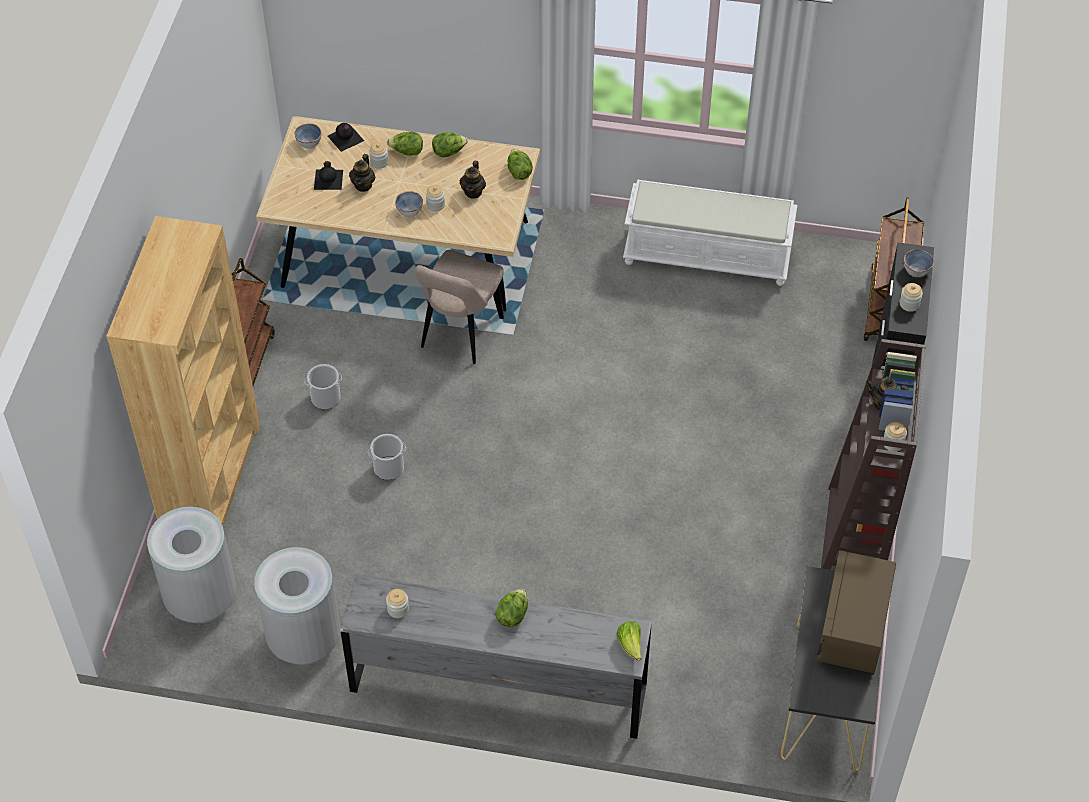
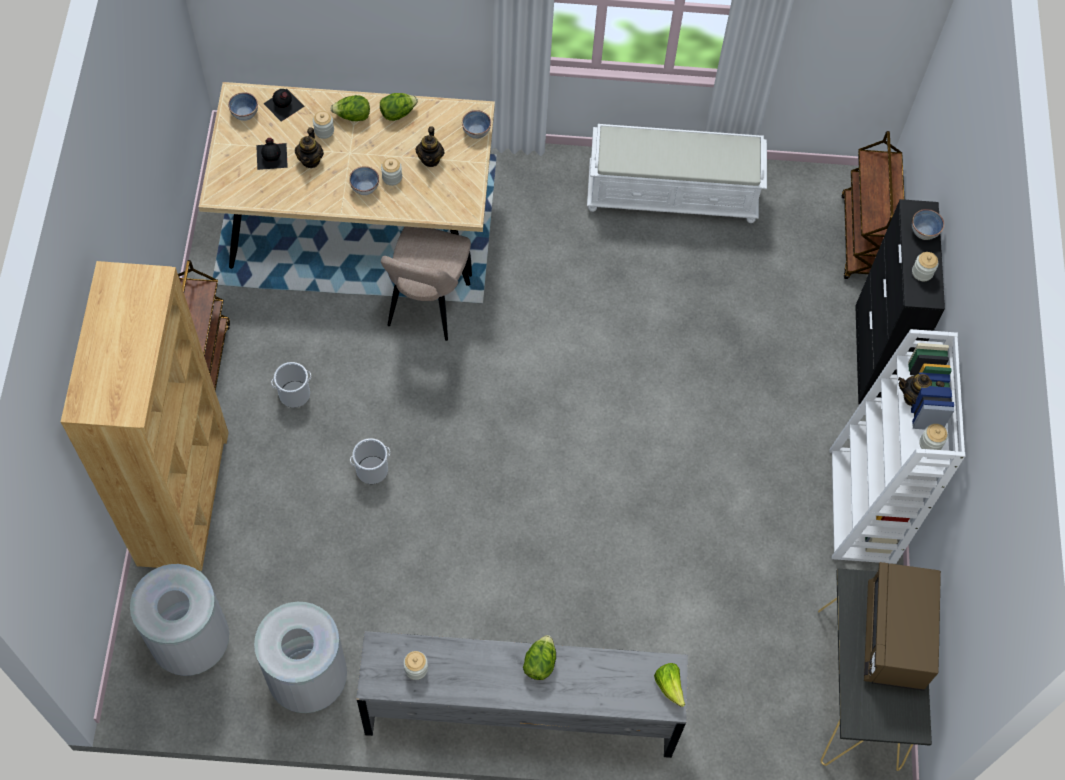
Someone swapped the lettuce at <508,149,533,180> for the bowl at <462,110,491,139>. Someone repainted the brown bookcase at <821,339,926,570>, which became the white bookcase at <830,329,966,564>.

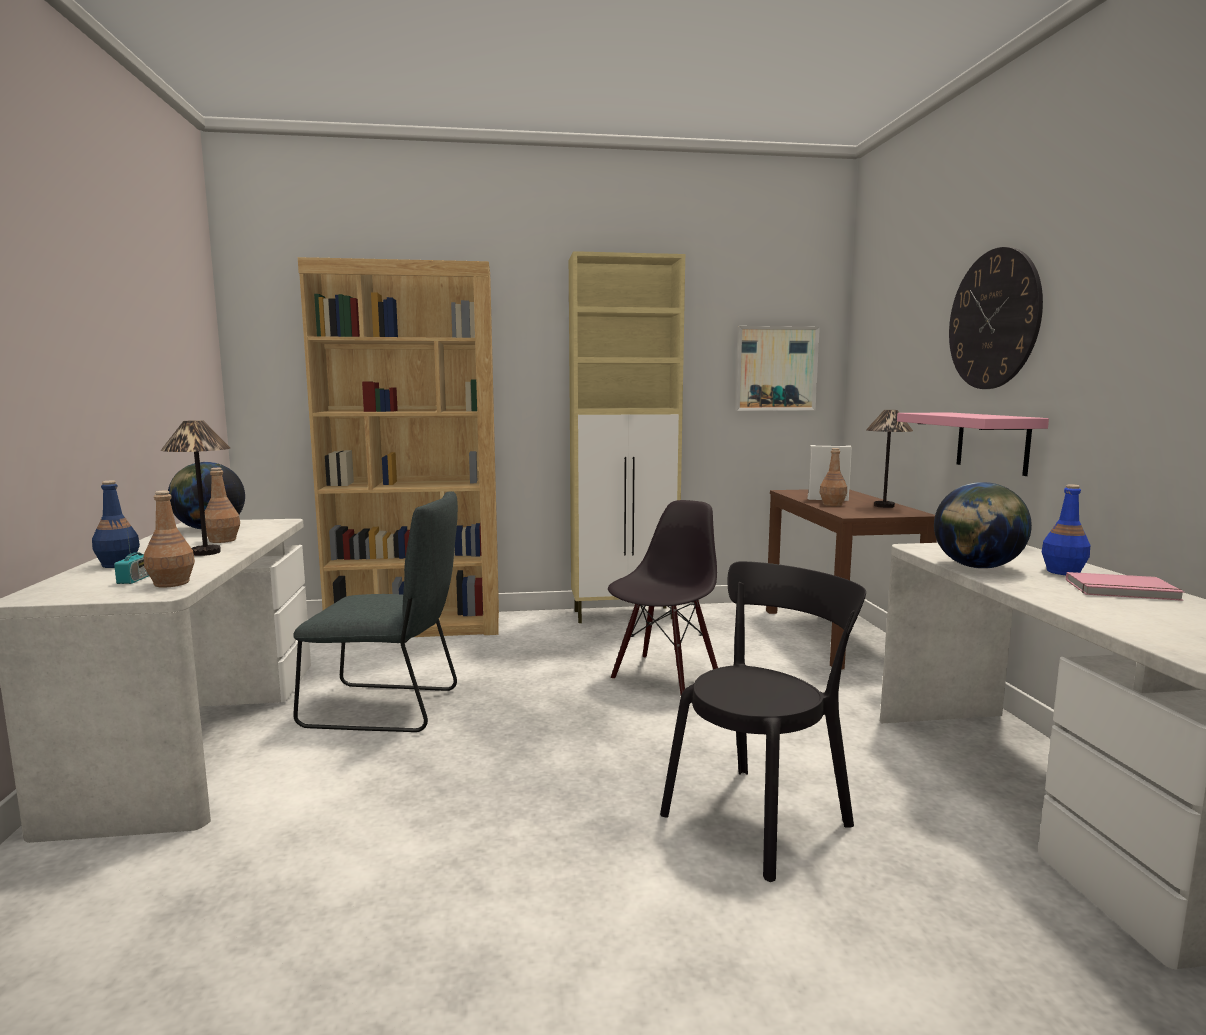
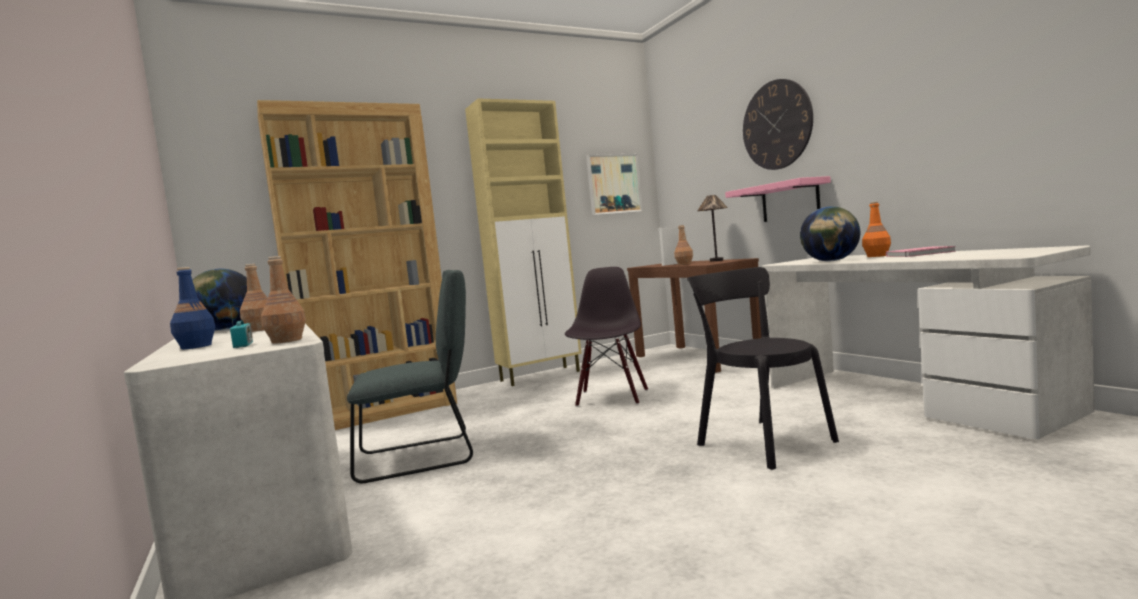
Someone took away the table lamp at <160,420,230,556>. Someone repainted the blue bottle at <1042,484,1090,575>, which became the orange bottle at <862,201,891,257>. Someone rotated the black chair at <660,561,866,882> by 60 degrees counterclockwise.

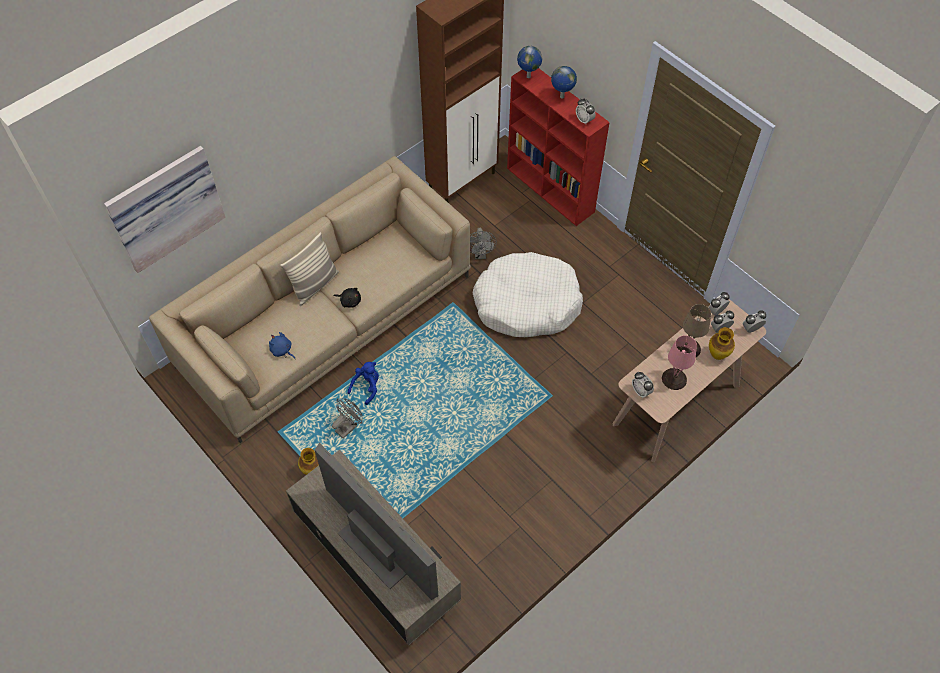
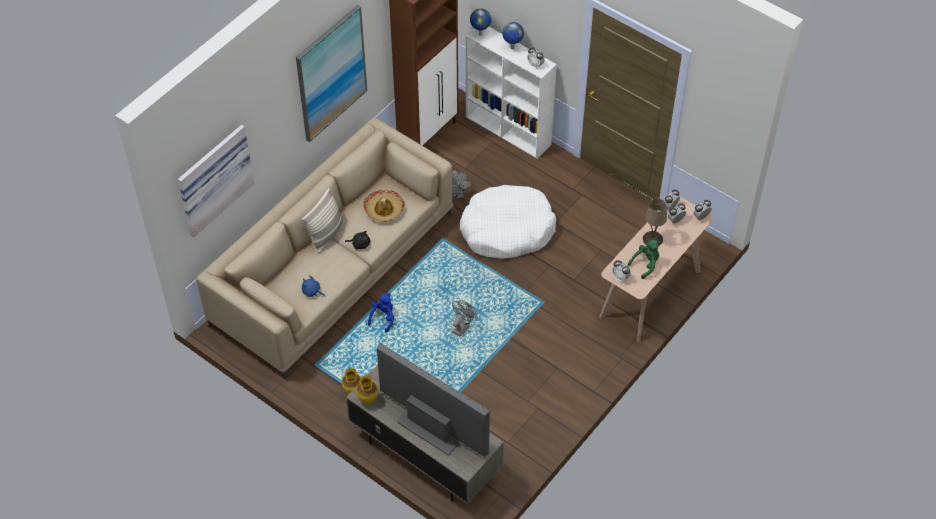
Someone repainted the red bookcase at <507,68,610,226>, which became the white bookcase at <466,27,557,159>. Someone carried the vase from <709,327,735,360> to <356,375,378,404>. Someone swapped the pink table lamp at <662,335,697,390> for the green plush toy at <628,240,661,279>. Someone carried the grey fan from <332,398,363,438> to <452,300,478,337>. Someone put up the picture at <296,5,367,142>. Someone put down the hat at <363,190,405,222>.

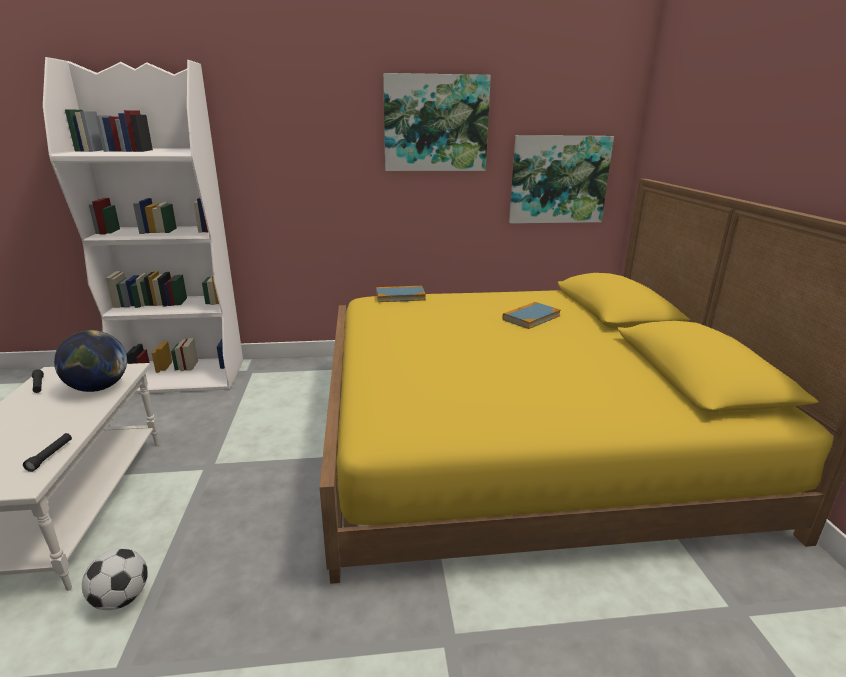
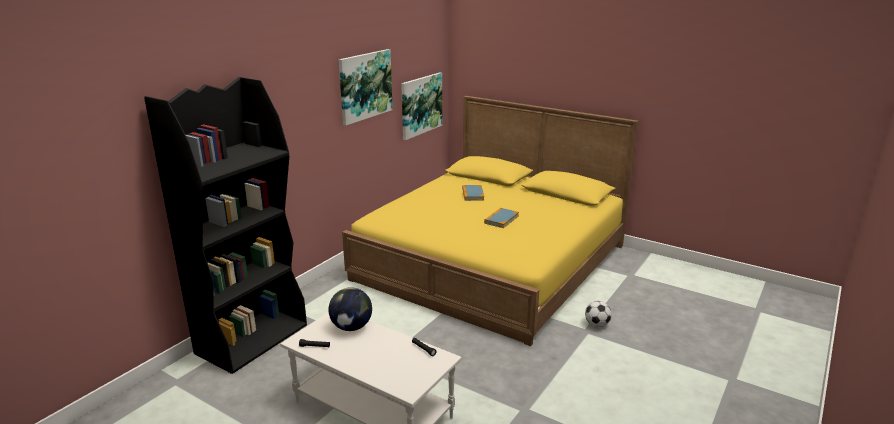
Someone repainted the white bookcase at <43,57,243,394>, which became the black bookcase at <144,77,307,374>. Someone carried the book from <376,286,426,302> to <484,208,519,228>. Someone carried the football from <82,548,148,610> to <585,301,612,327>.

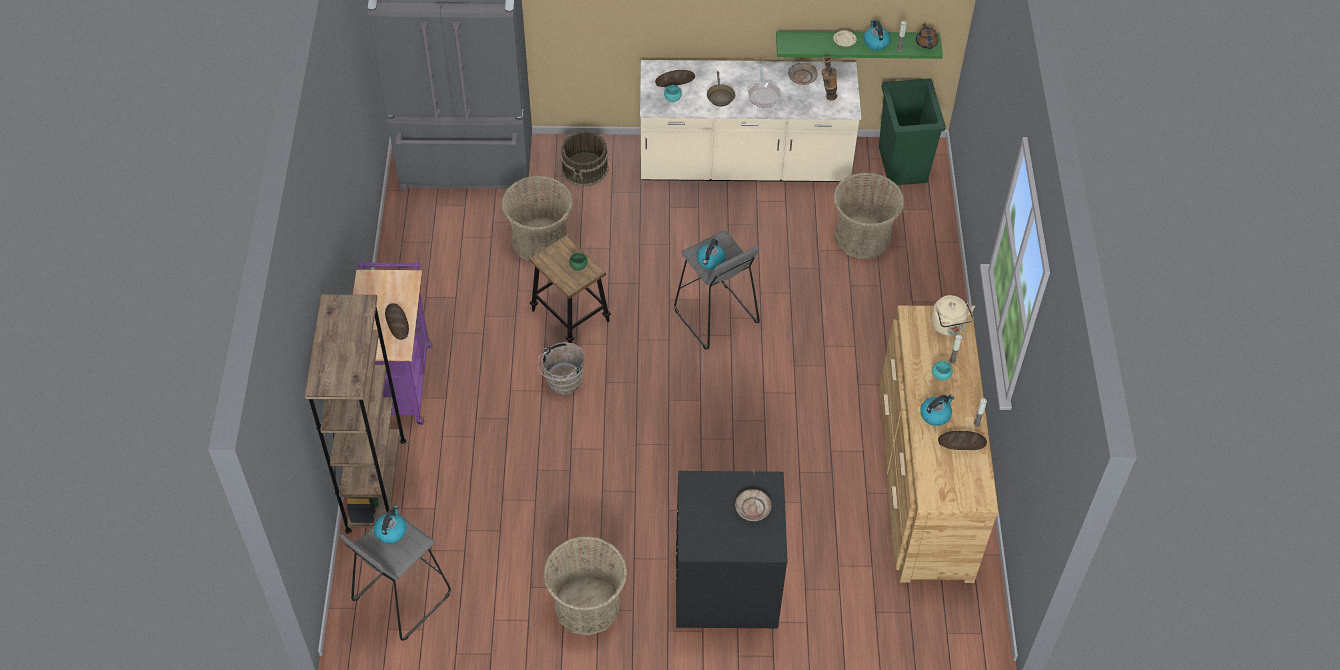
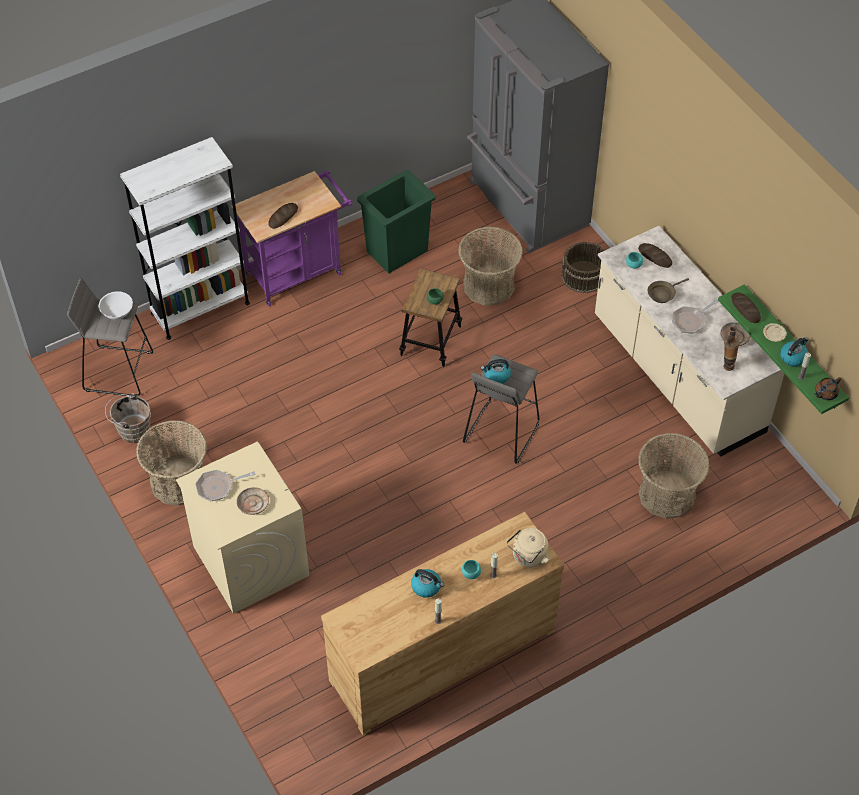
Someone carried the green trash can from <879,78,946,186> to <357,170,436,274>. Someone repainted the brown bookcase at <305,294,406,534>, which became the white bookcase at <120,137,250,340>. Someone carried the brown bucket from <537,342,585,395> to <105,393,151,443>. Someone carried the bread from <938,431,987,450> to <731,292,761,323>. Someone repainted the black washing machine at <676,471,788,628>, which became the beige washing machine at <176,441,309,614>. Someone swapped the kettle at <374,505,406,544> for the white bowl at <99,291,133,320>. Someone put down the frying pan at <195,470,256,501>.

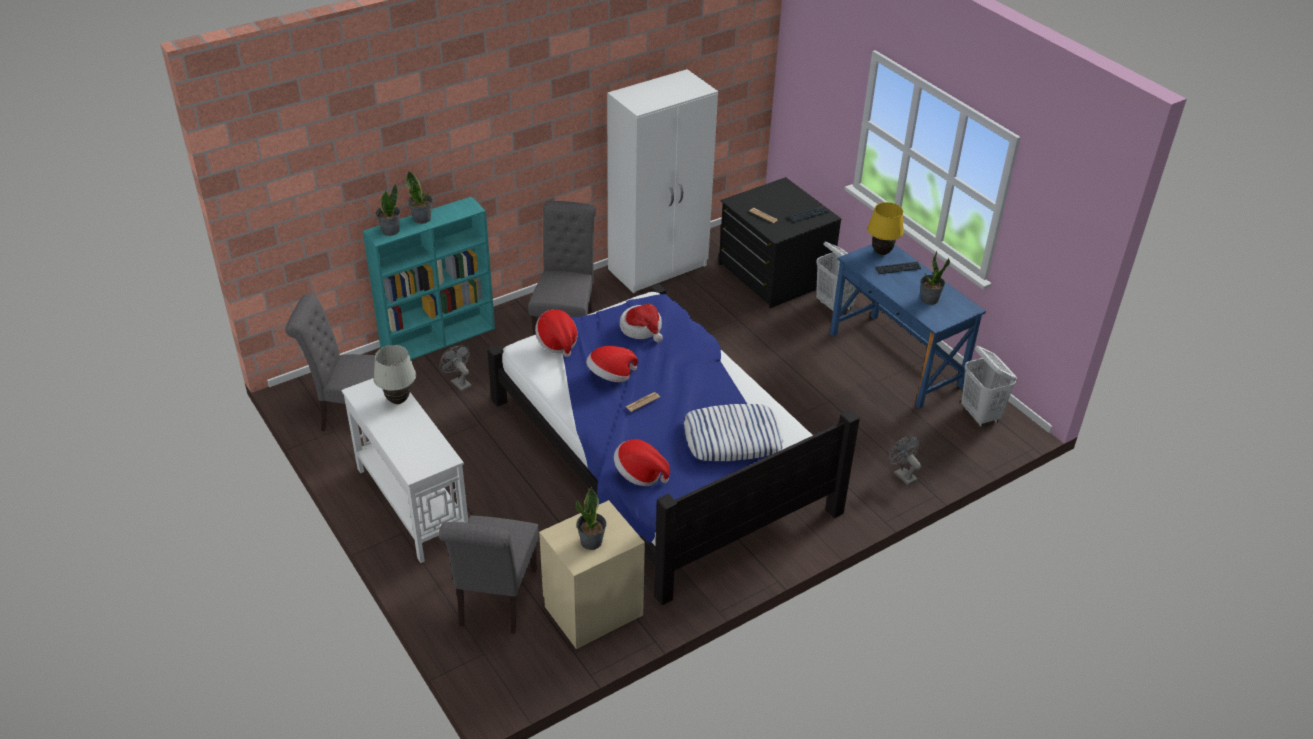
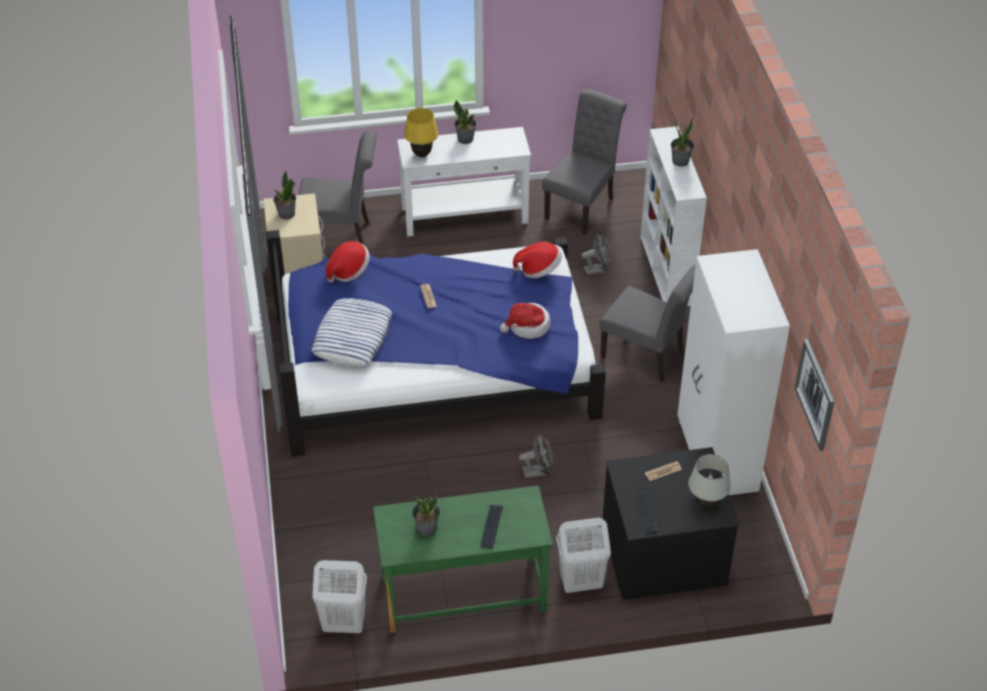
Someone carried the potted plant from <376,184,400,236> to <454,100,476,144>. Someone repainted the turquoise bookcase at <363,196,495,360>, which became the white bookcase at <640,126,707,306>. Someone carried the yellow table lamp from <867,202,904,255> to <404,108,438,157>. Someone repainted the blue desk at <830,244,986,409>, which became the green desk at <373,485,553,633>. Someone carried the white table lamp from <373,345,416,404> to <688,454,731,510>. Someone took away the hat at <586,346,638,382>. Someone carried the grey fan from <889,437,922,485> to <519,434,553,478>. Someone rotated the grey chair at <439,515,539,634> by 150 degrees clockwise. Someone put up the picture at <795,339,834,451>.

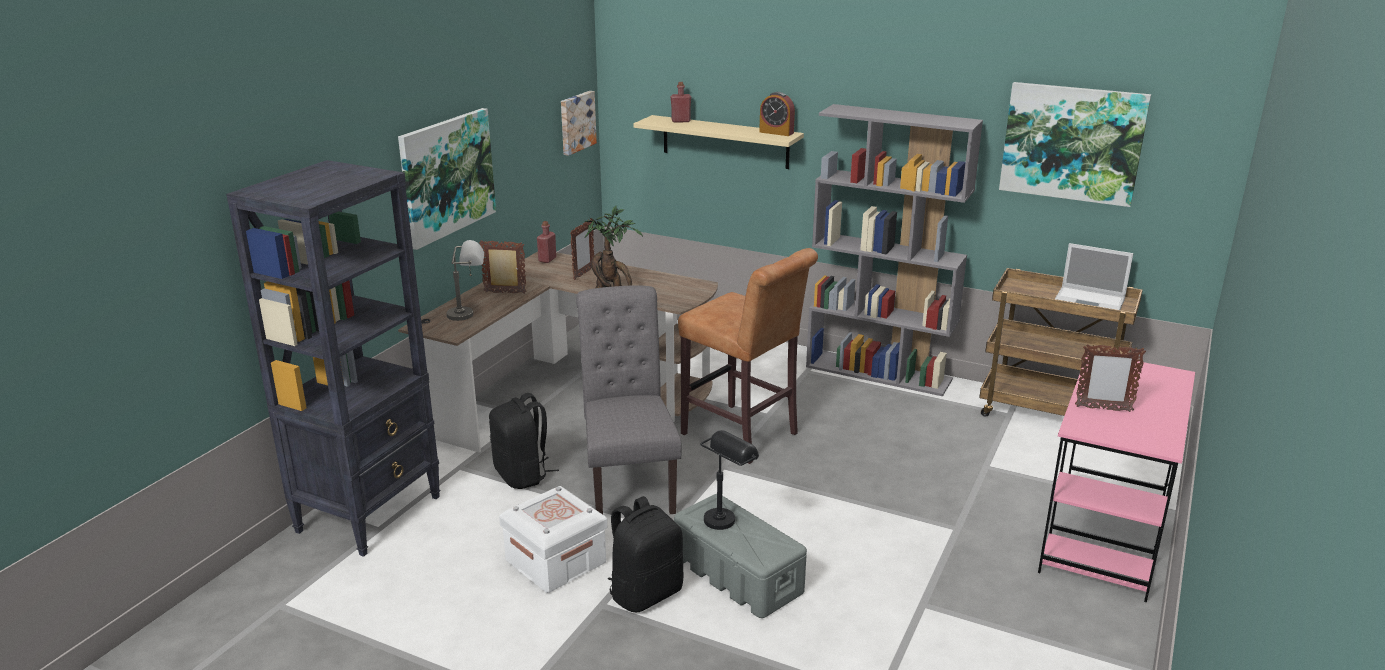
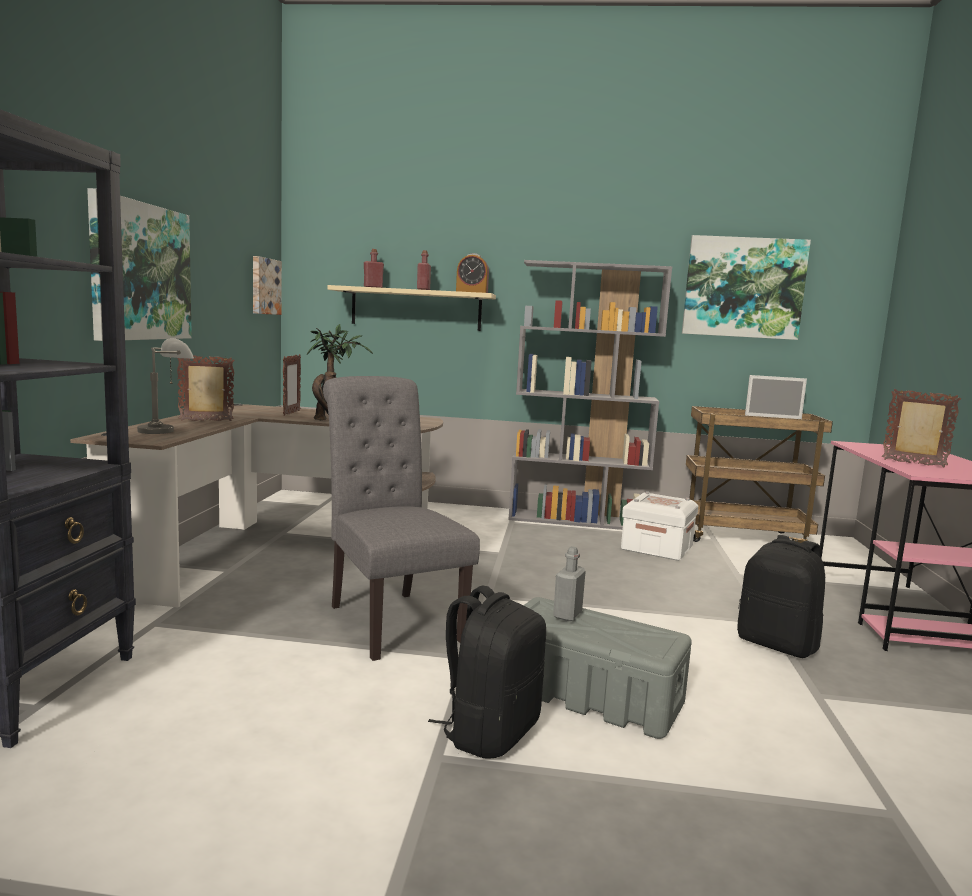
Someone carried the red bottle from <537,221,557,263> to <417,250,431,290>. Someone took away the brown stool at <678,248,818,464>. Someone rotated the picture frame at <1075,344,1146,412> by 135 degrees counterclockwise. Someone carried the black backpack from <489,393,559,489> to <737,535,825,658>. Someone swapped the black table lamp at <700,430,759,530> for the grey bottle at <553,546,586,621>. Someone carried the white storage box from <499,486,607,593> to <621,492,698,561>.

